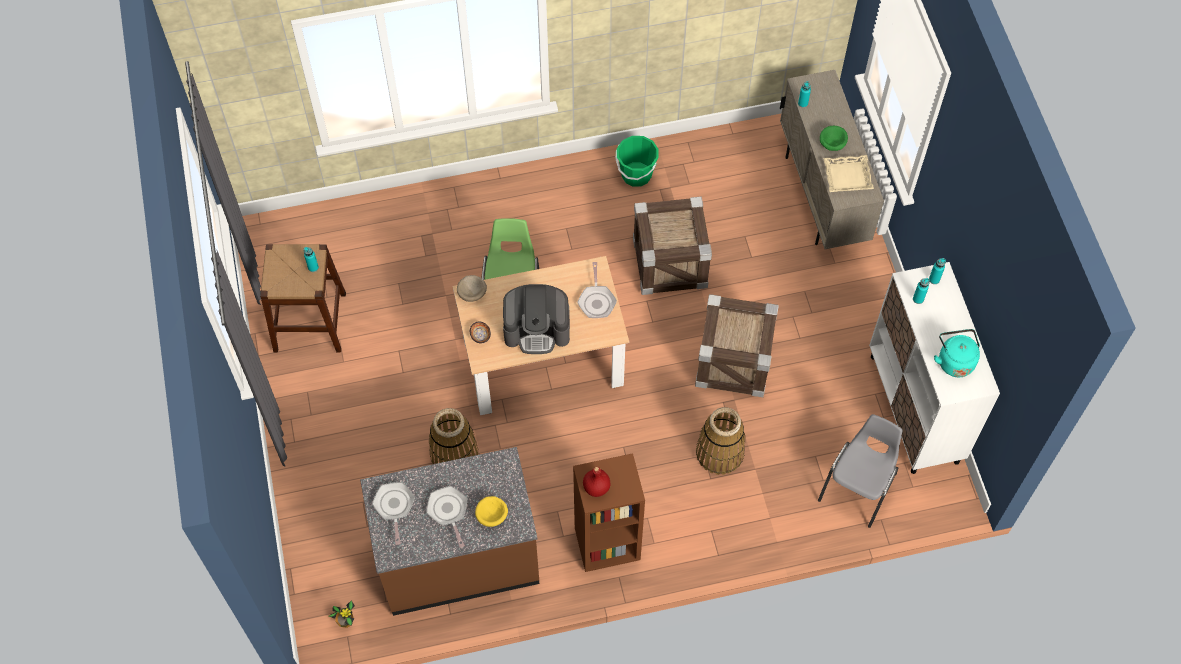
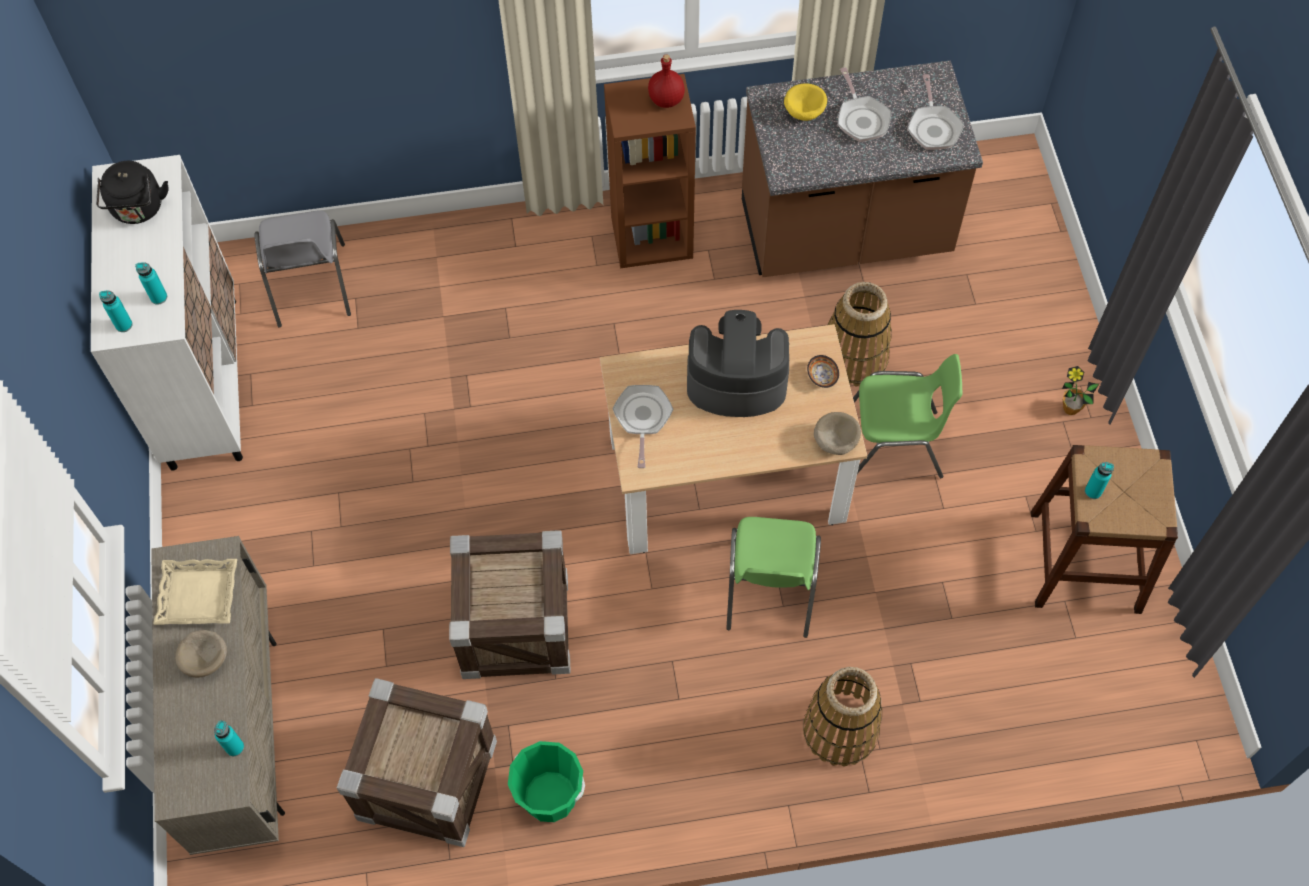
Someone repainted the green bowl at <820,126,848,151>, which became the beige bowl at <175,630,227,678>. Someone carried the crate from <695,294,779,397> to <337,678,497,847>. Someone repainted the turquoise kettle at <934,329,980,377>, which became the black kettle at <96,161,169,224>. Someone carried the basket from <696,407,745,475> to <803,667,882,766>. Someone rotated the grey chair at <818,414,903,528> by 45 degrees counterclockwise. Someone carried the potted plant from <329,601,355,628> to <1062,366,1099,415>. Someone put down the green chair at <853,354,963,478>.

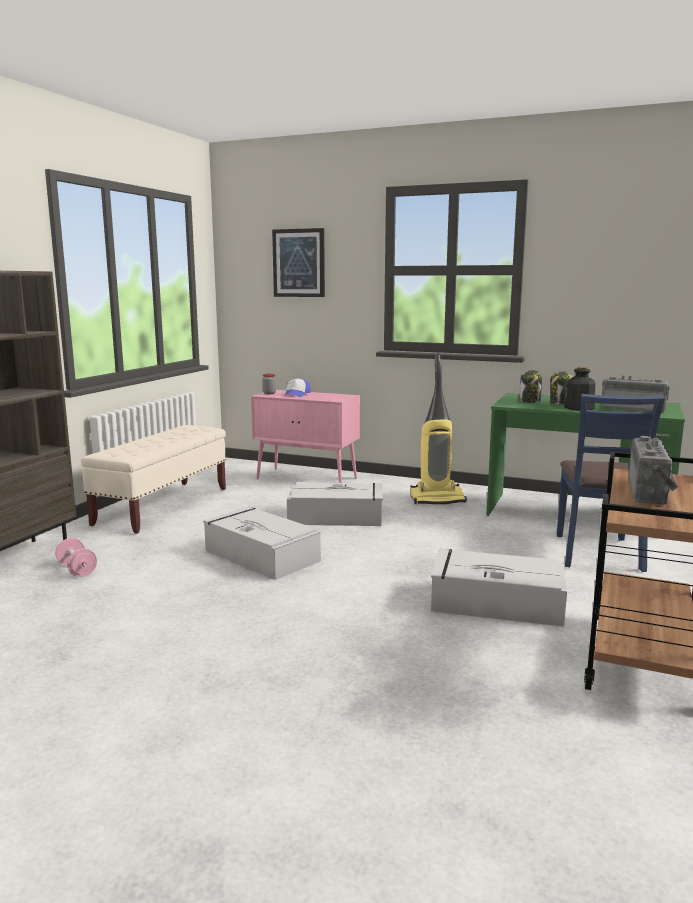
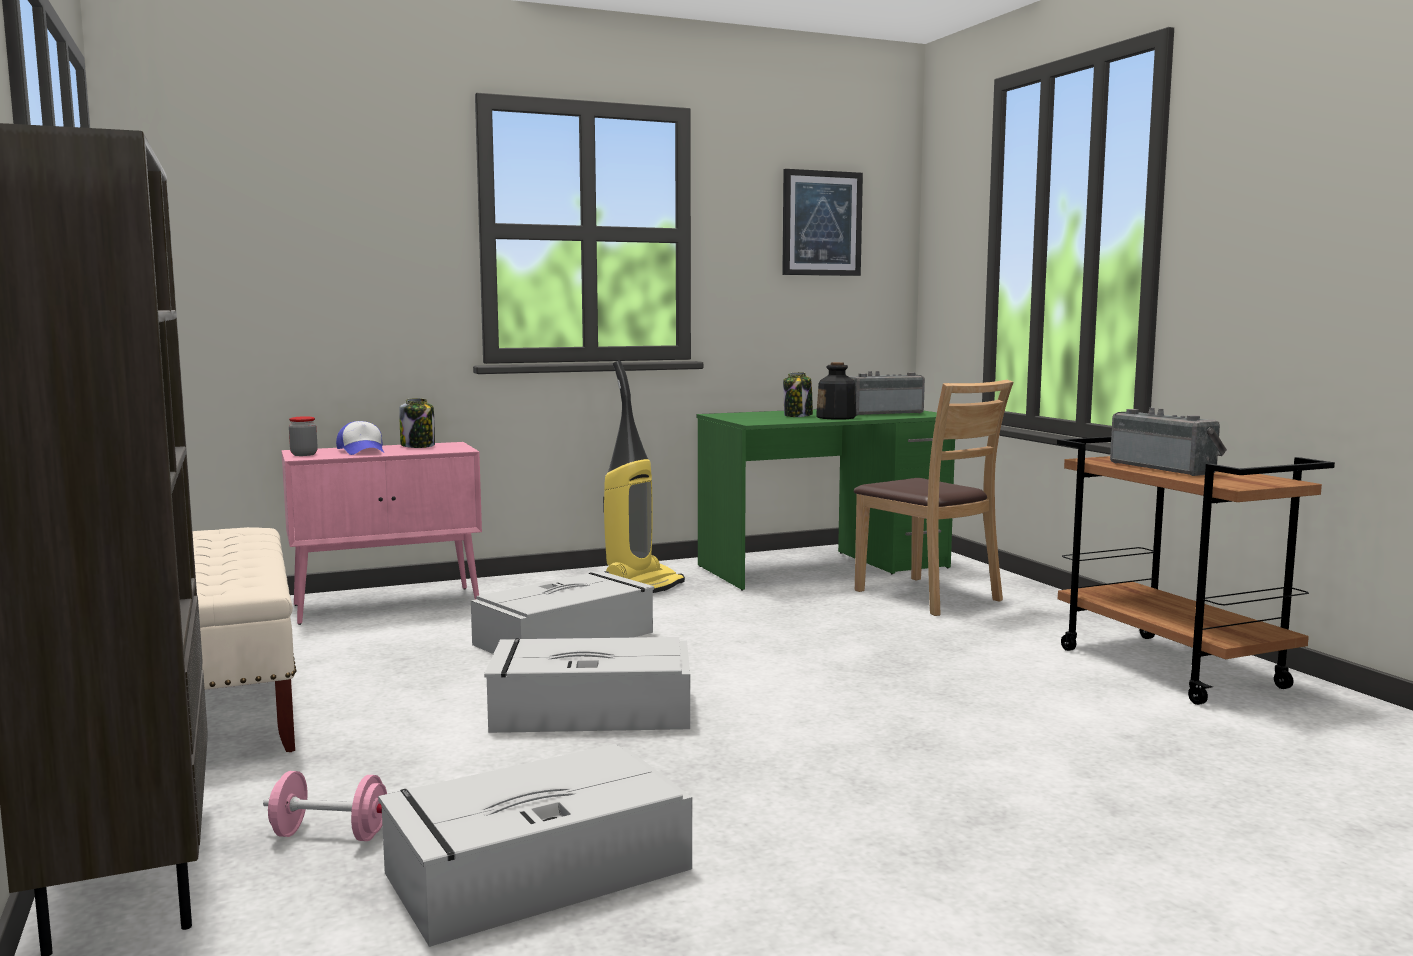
Someone carried the picture from <272,228,325,297> to <782,169,863,276>. Someone carried the jar from <519,370,542,403> to <399,398,435,448>. Someone repainted the blue chair at <557,394,665,572>, which became the brown chair at <854,380,1014,616>. Someone carried the grey storage box from <431,549,567,627> to <378,744,692,947>.

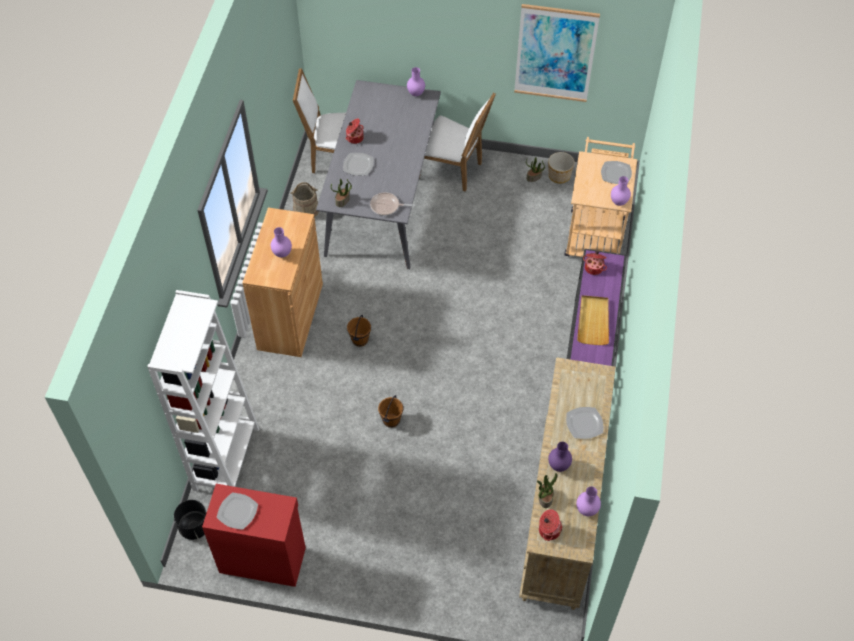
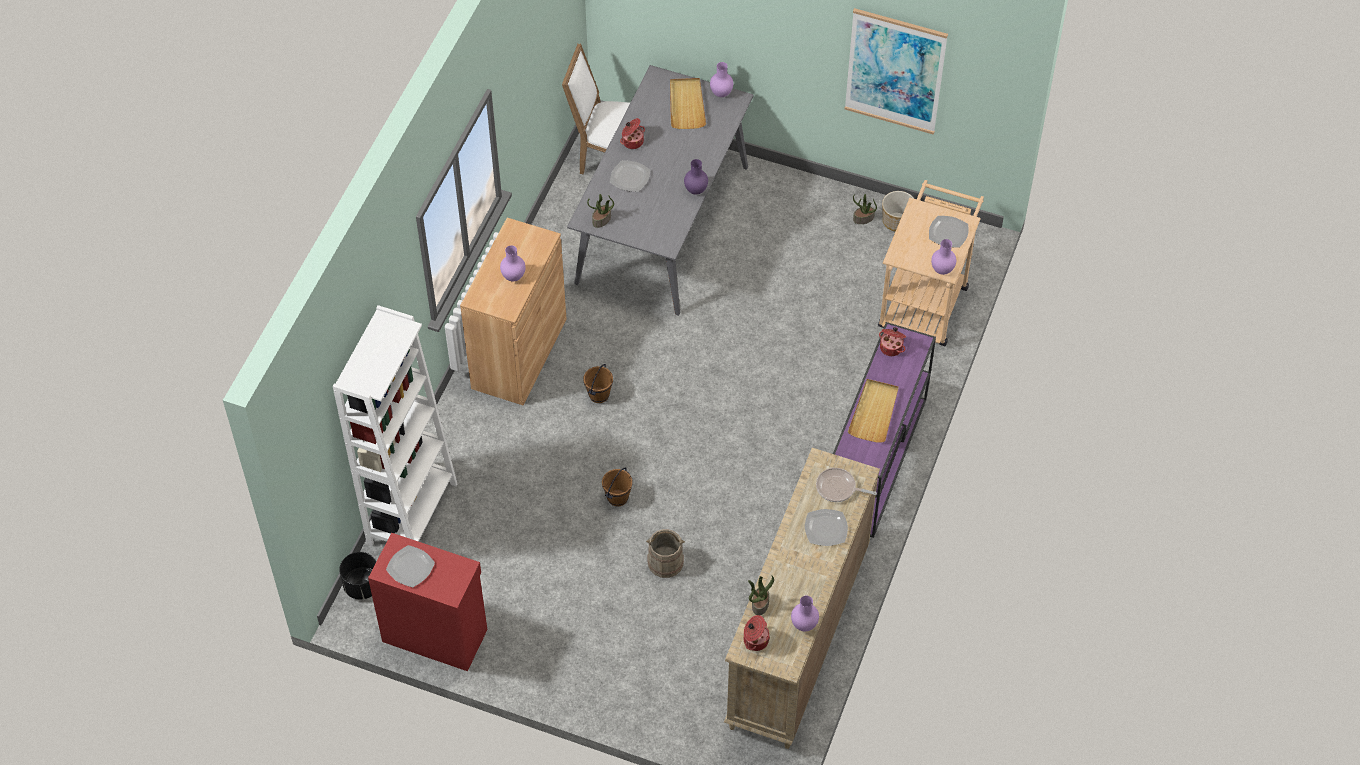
Someone took away the white chair at <419,92,496,192>. Someone carried the beige bucket from <290,182,319,218> to <646,529,685,578>. Someone carried the frying pan from <370,192,415,216> to <816,468,877,502>. Someone carried the purple vase from <548,442,572,472> to <684,159,708,195>. Someone put down the beige tray at <670,78,706,129>.

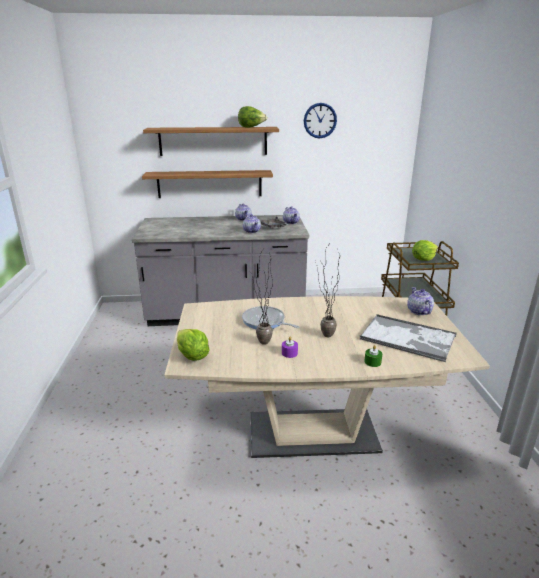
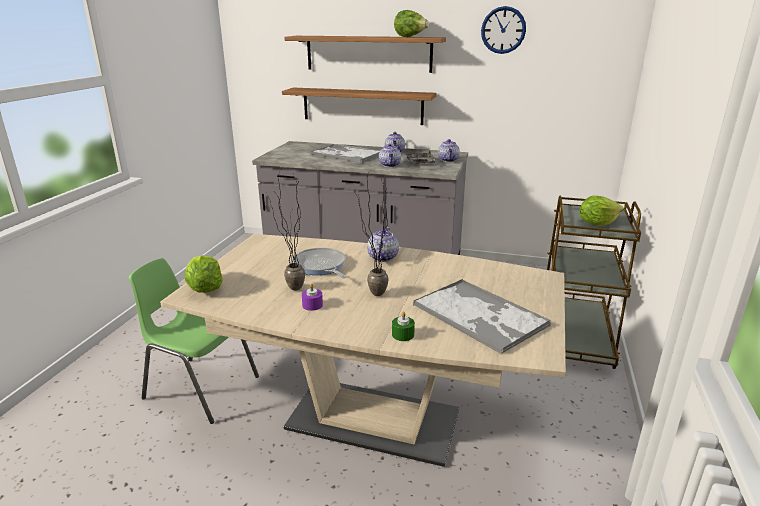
Someone carried the teapot from <407,287,434,315> to <367,227,399,262>. Someone put down the tray at <310,144,380,163>. Someone put down the green chair at <129,258,259,424>.

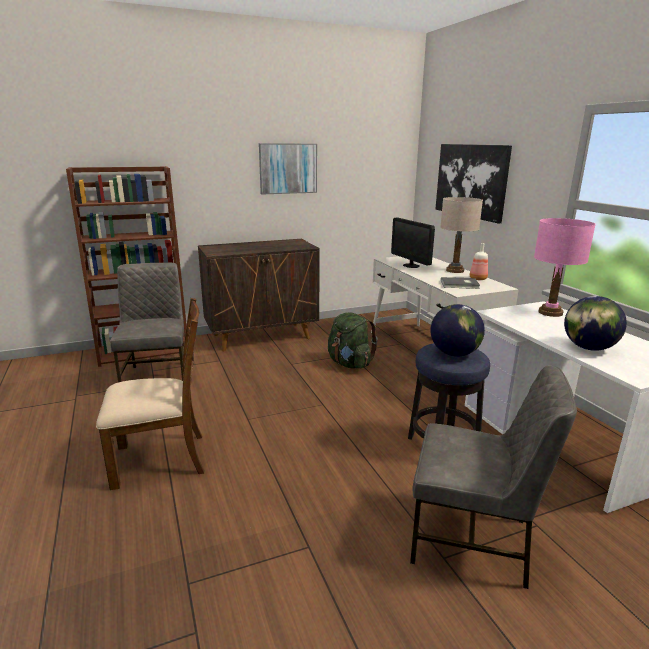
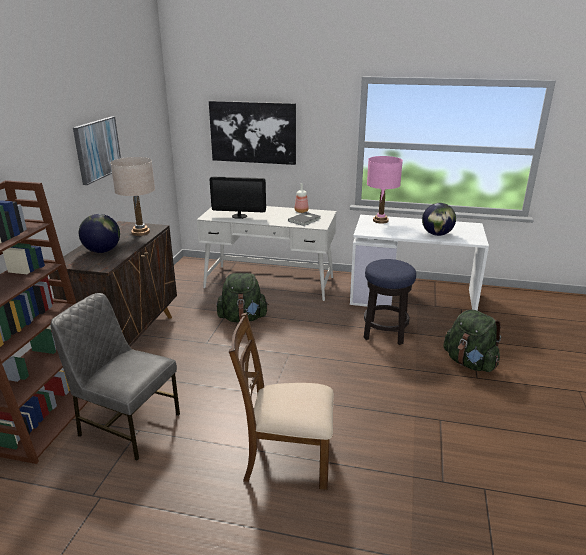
Someone carried the beige table lamp from <440,197,483,273> to <110,157,155,236>. Someone rotated the brown chair at <96,298,204,490> by 105 degrees counterclockwise. Someone carried the globe from <430,304,485,357> to <79,214,120,253>. Someone swapped the grey chair at <410,365,577,589> for the green backpack at <443,310,501,372>.

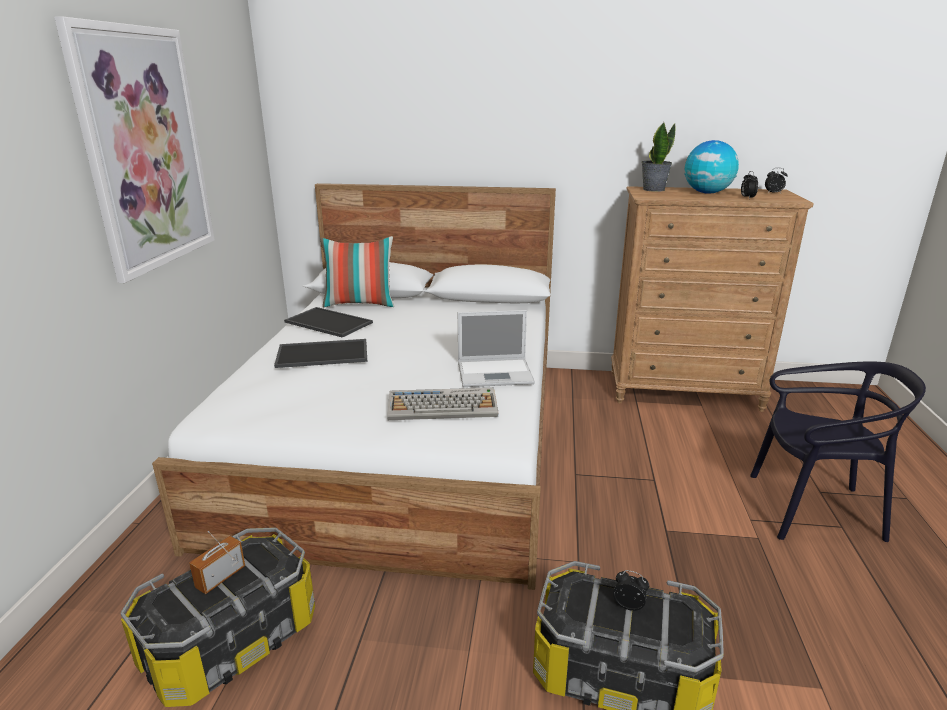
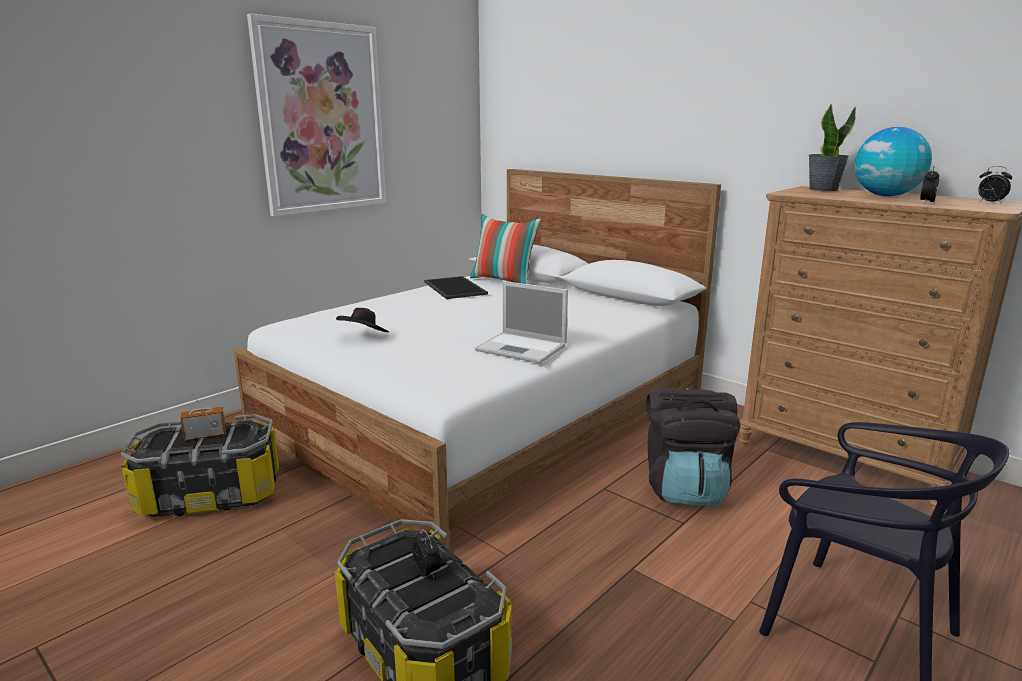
Someone took away the tray at <274,339,367,368>. Someone took away the keyboard at <387,388,498,420>. Someone put down the black hat at <336,308,389,332>. Someone put down the black backpack at <646,387,741,505>.

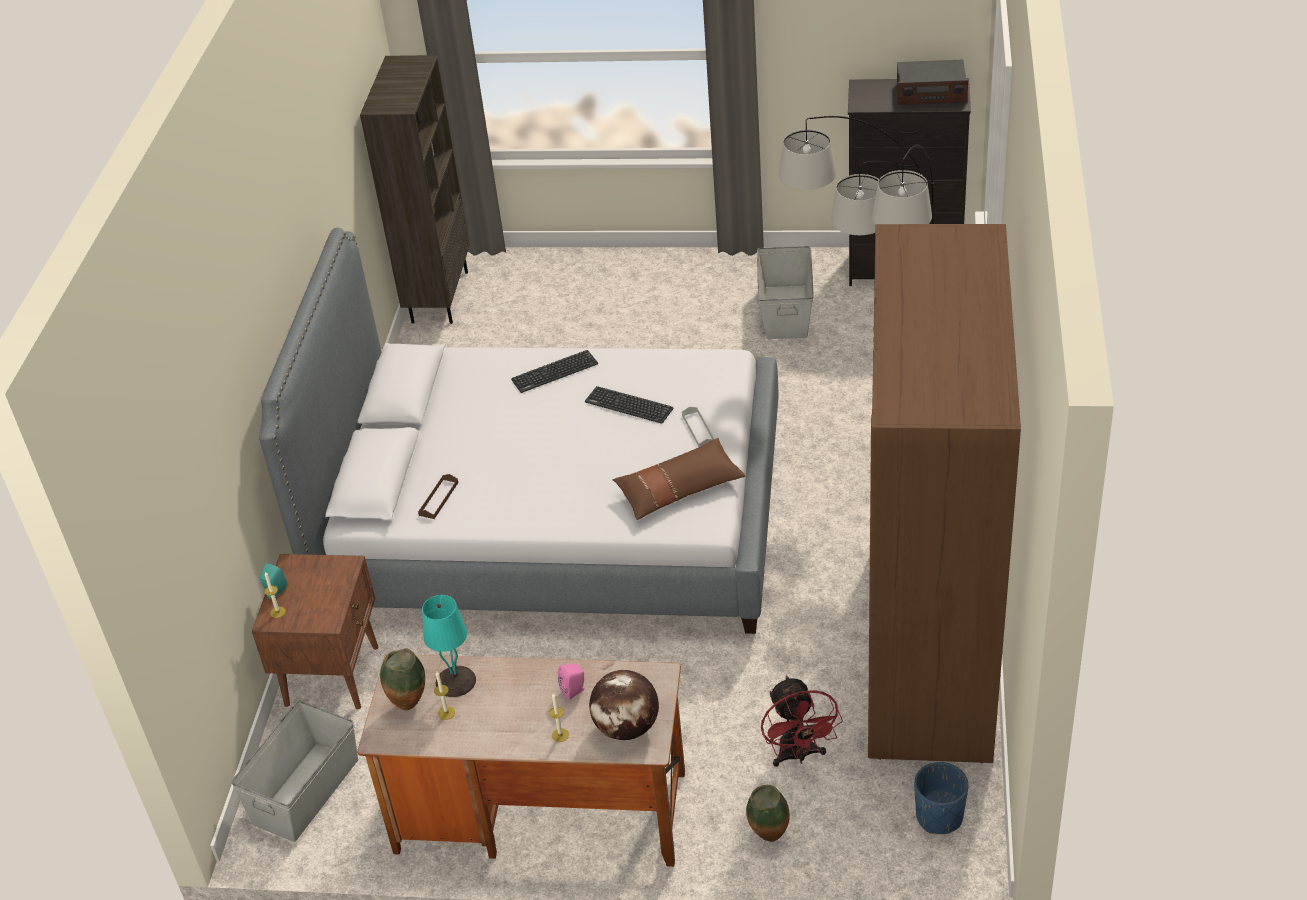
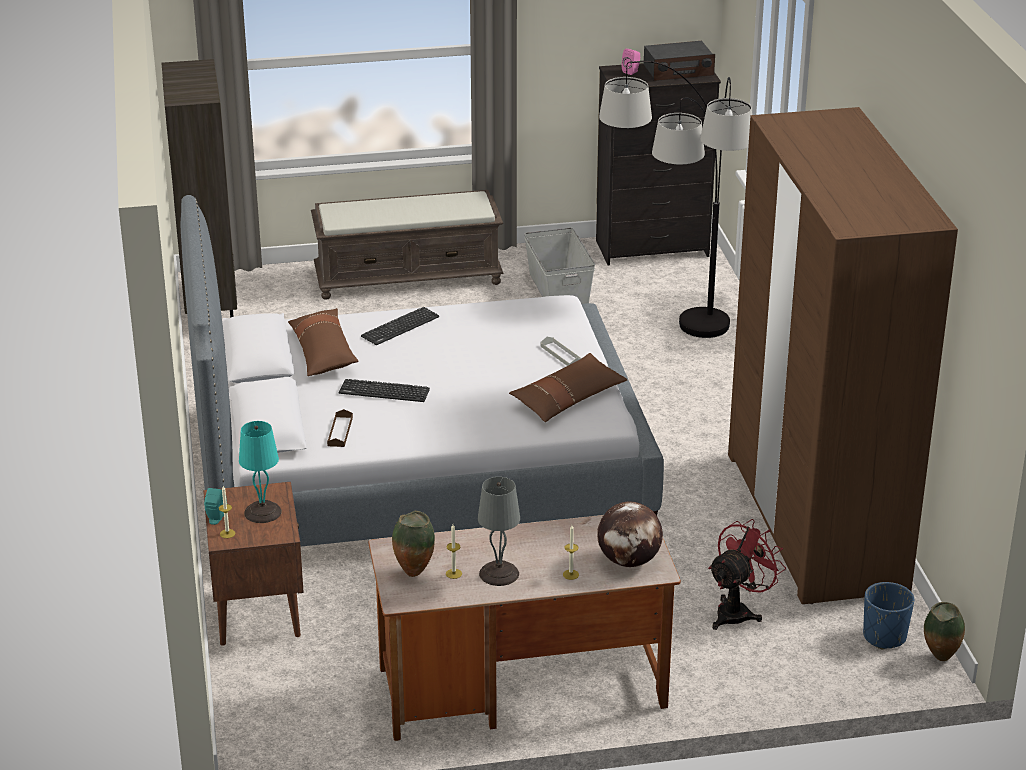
Someone carried the keyboard from <585,386,674,424> to <339,379,430,402>. Someone carried the turquoise table lamp from <422,595,476,697> to <239,421,282,523>. Someone carried the pink speaker from <558,664,585,700> to <622,49,640,75>. Someone rotated the red fan at <761,676,843,767> by 105 degrees counterclockwise. Someone took away the grey storage box at <231,701,358,842>. Someone carried the vase from <746,785,790,842> to <924,602,965,661>. Someone put down the brown bench at <311,190,503,300>. Someone put down the brown pillow at <288,308,359,376>. Someone put down the grey table lamp at <478,477,520,586>.

